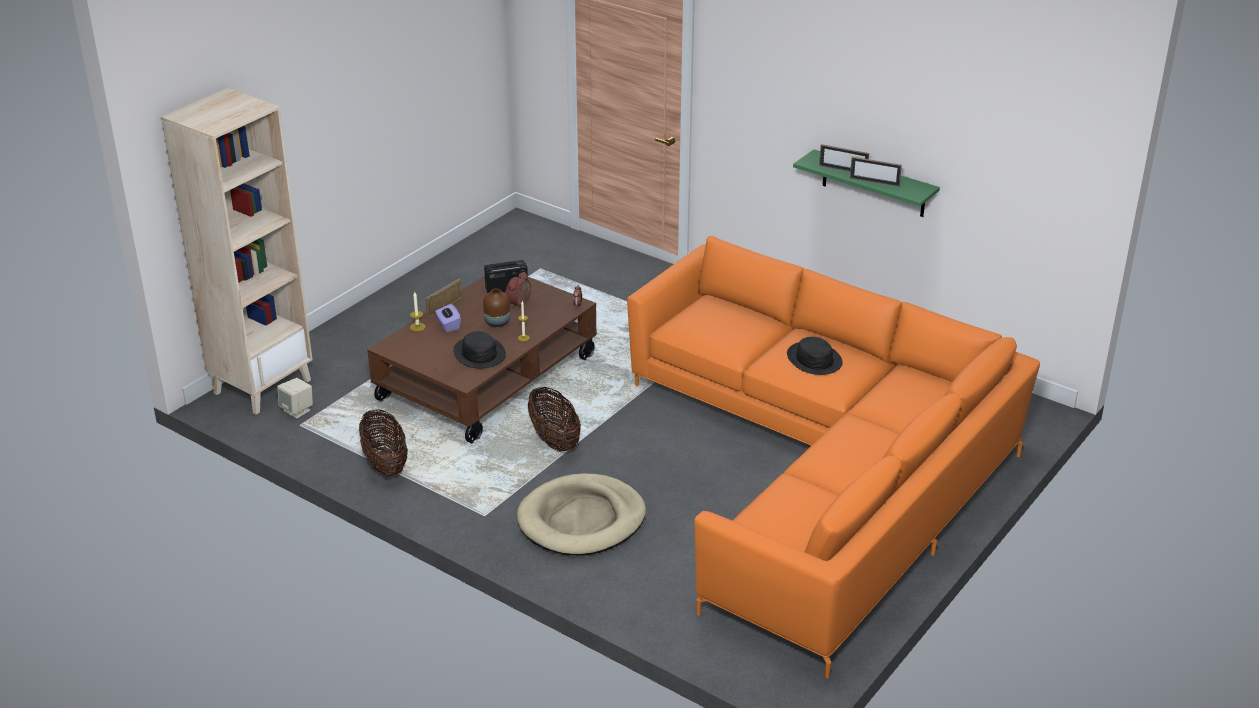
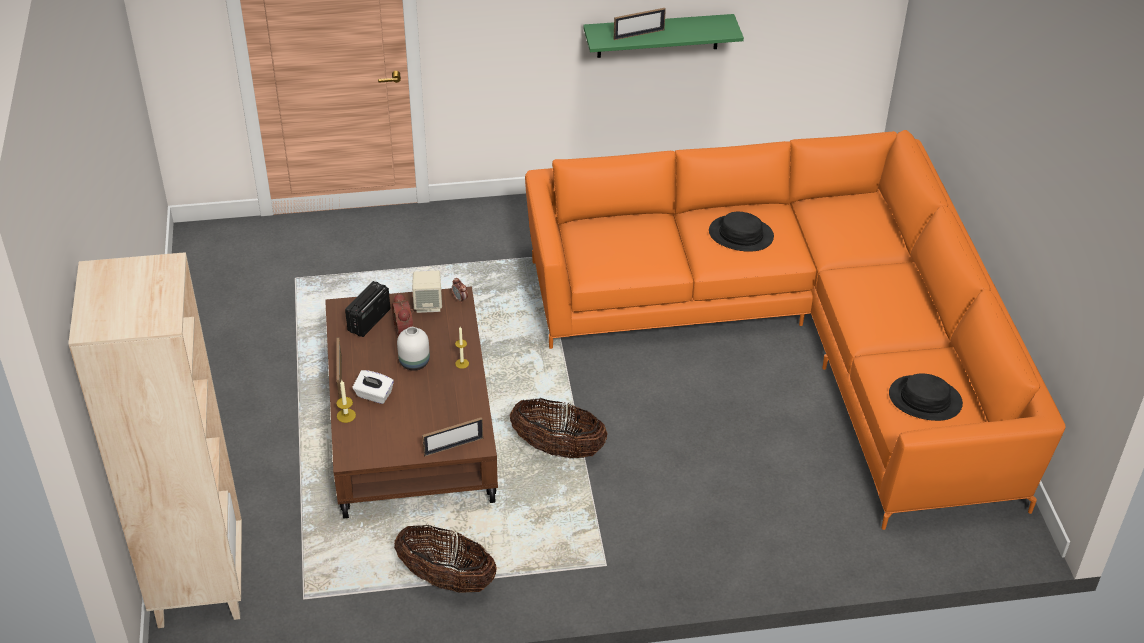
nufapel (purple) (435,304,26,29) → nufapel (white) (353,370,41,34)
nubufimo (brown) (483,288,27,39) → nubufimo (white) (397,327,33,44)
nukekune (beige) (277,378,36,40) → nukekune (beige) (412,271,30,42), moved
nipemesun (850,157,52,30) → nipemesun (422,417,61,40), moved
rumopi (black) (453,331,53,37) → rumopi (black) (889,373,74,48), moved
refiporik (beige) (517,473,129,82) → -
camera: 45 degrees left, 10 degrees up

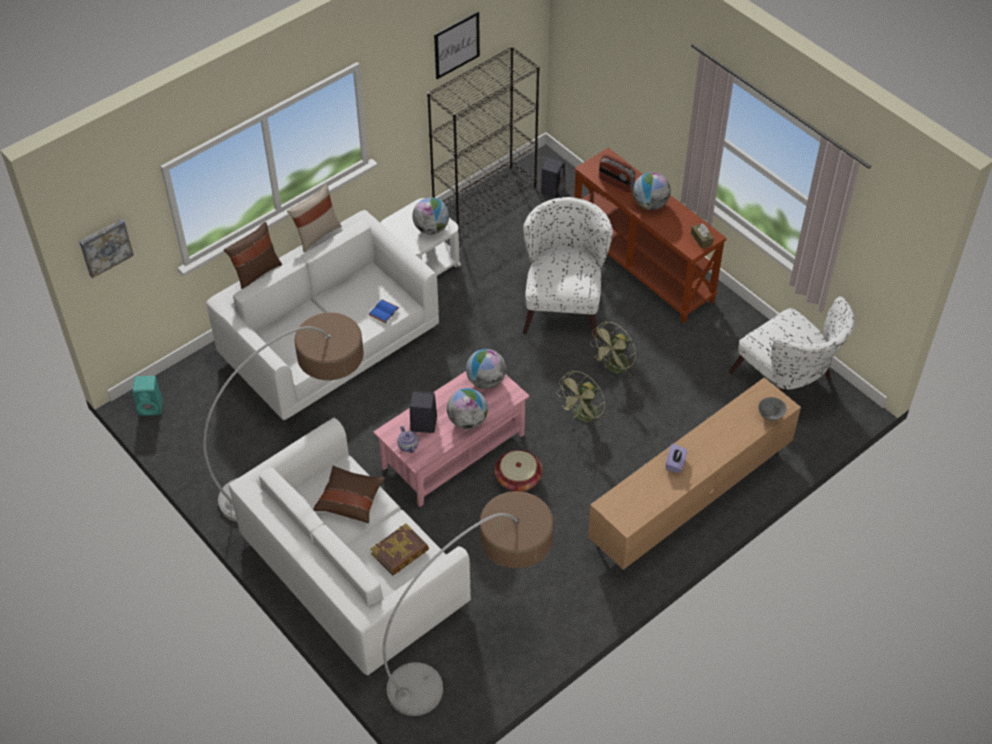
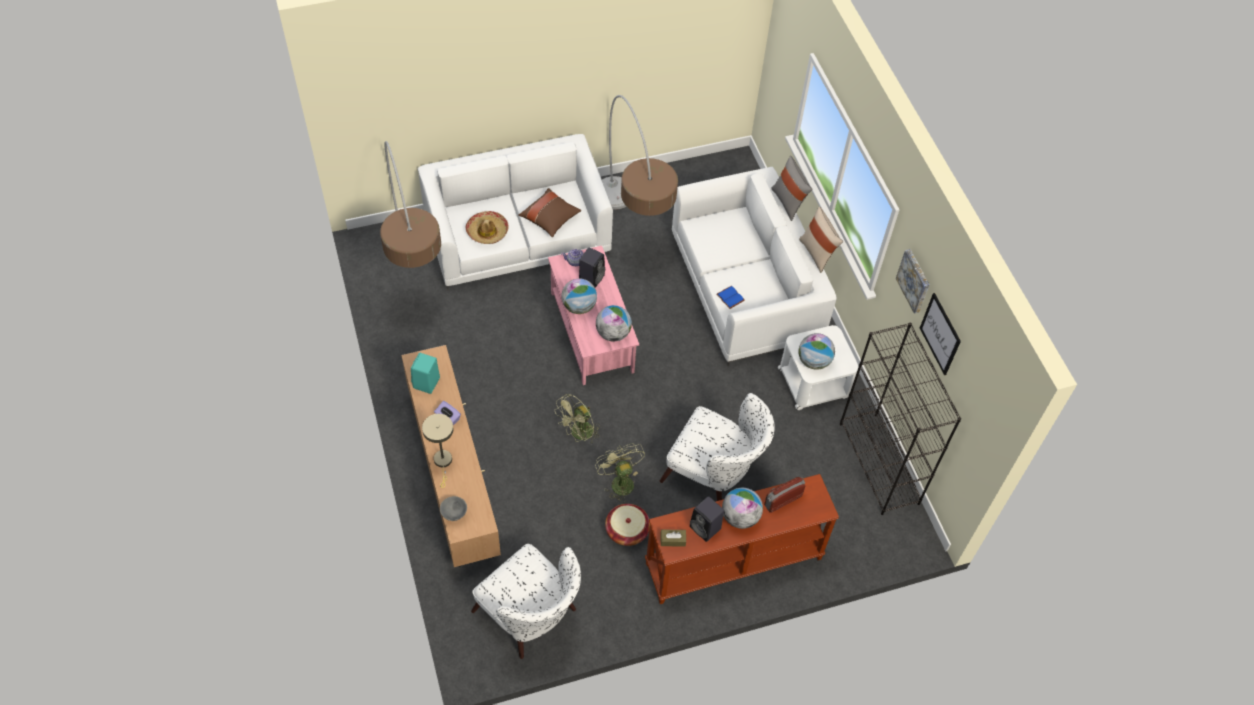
nukekune (turquoise) (133,376,30,40) → nukekune (turquoise) (411,353,29,41), moved
- → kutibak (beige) (422,414,31,74)
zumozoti (370,523,59,53) → rumopi (466,211,43,33)
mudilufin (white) (729,296,126,98) → mudilufin (white) (471,544,110,115), 120 degrees counterclockwise
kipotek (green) (557,371,49,54) → kipotek (green) (554,394,46,49), 105 degrees counterclockwise
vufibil (495,450,47,42) → vufibil (605,504,45,42), moved
nukekune (black) (541,158,25,40) → nukekune (black) (690,496,34,46), moved
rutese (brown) (224,222,58,67) → rutese (grey) (771,156,42,65)
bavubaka (79,219,55,59) → bavubaka (896,249,34,65), moved
camera: 110 degrees right, 5 degrees up

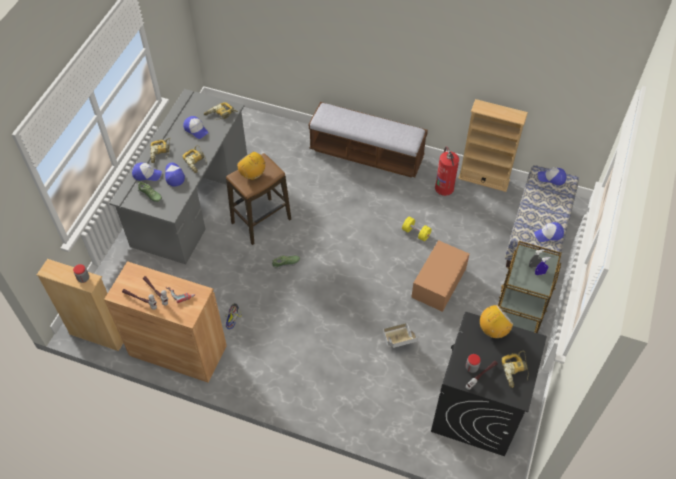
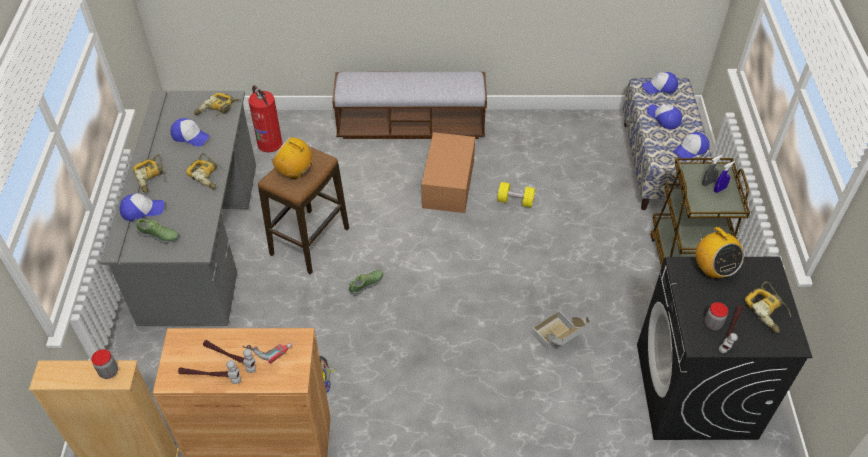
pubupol (435,146,24,50) → pubupol (248,85,35,67), moved
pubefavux (411,240,58,72) → pubefavux (422,132,53,81), moved
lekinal (165,163,20,24) → lekinal (647,104,35,25), moved
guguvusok (480,305,33,33) → guguvusok (695,227,49,52), 120 degrees clockwise
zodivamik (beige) (458,99,70,93) → -
camera: 20 degrees left, 5 degrees down

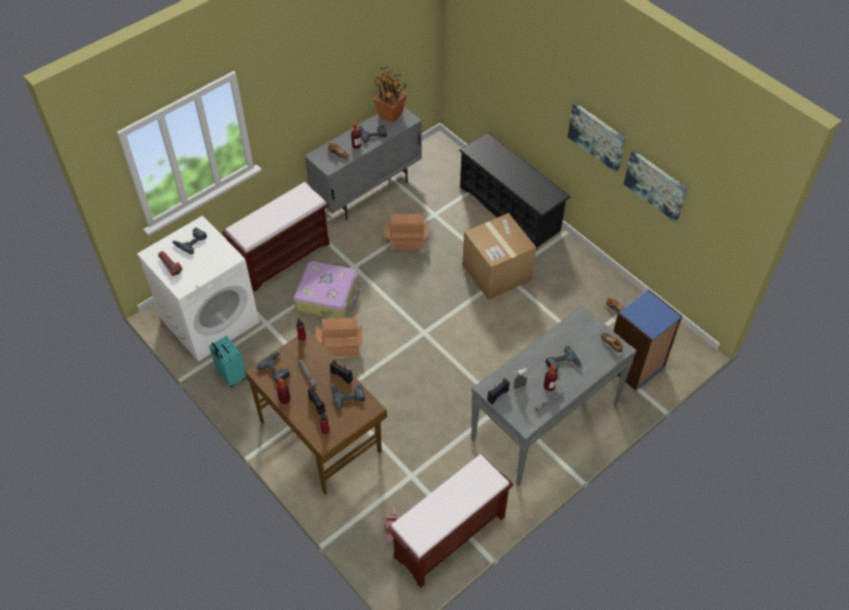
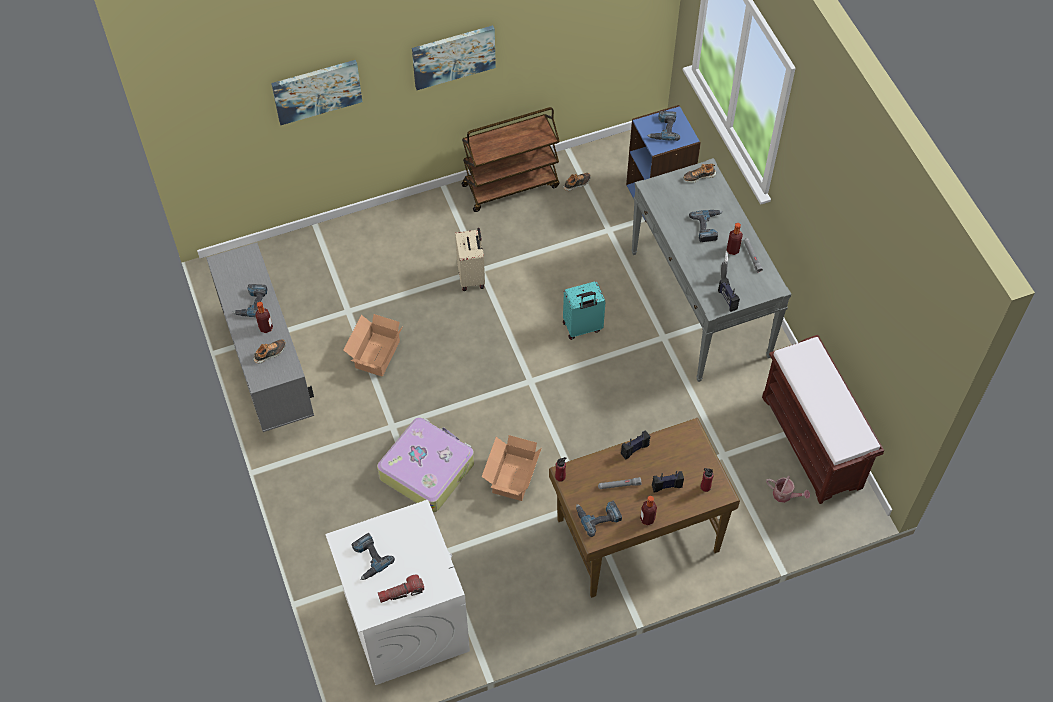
bavubaka (624,150,64,72) → bavubaka (271,60,91,65), moved
pubefavux (463,213,74,87) → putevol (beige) (455,228,30,63)
- → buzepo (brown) (461,107,99,105)
putevol (turquoise) (209,336,37,51) → putevol (turquoise) (563,281,42,59), moved
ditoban (332,384,33,25) → ditoban (647,111,33,30), moved
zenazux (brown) (222,181,107,111) → -
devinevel (373,67,34,56) → -
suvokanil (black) (459,132,112,118) → -
camera: 70 degrees left, 5 degrees up

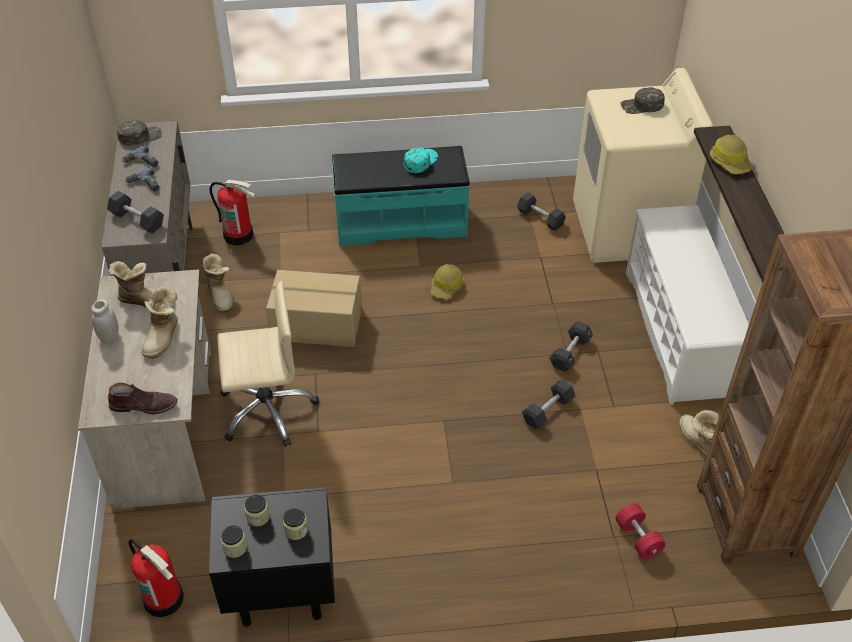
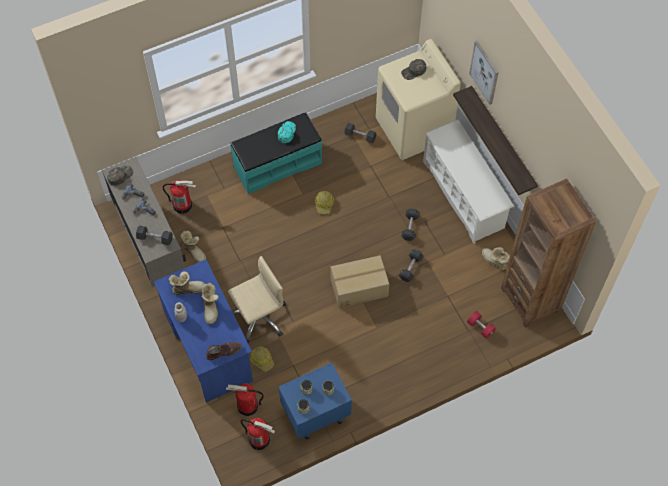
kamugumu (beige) (78,269,133,240) → kamugumu (blue) (154,259,99,144)
- → pubupol (226,384,38,32)
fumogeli (710,135,42,39) → fumogeli (250,346,24,26), moved
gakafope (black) (209,487,126,140) → gakafope (blue) (279,363,73,76)
pubefavux (266,270,96,77) → pubefavux (330,255,59,53), moved
- → bavubaka (469,41,30,64)
camera: 20 degrees left, 15 degrees up

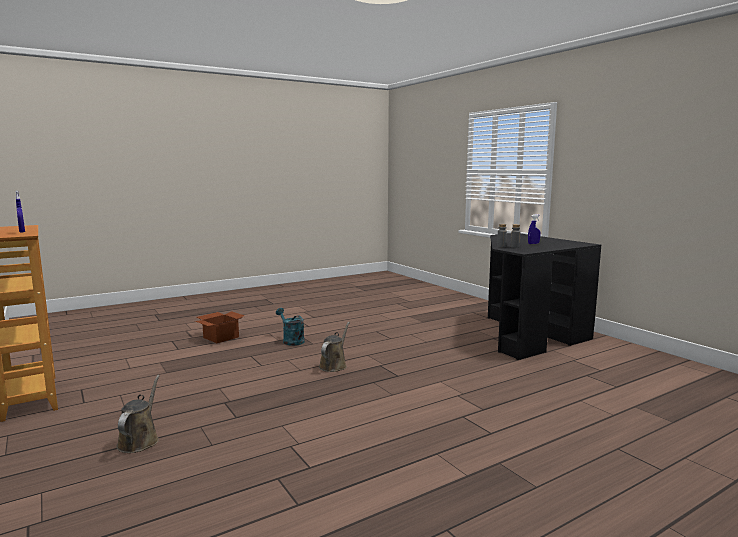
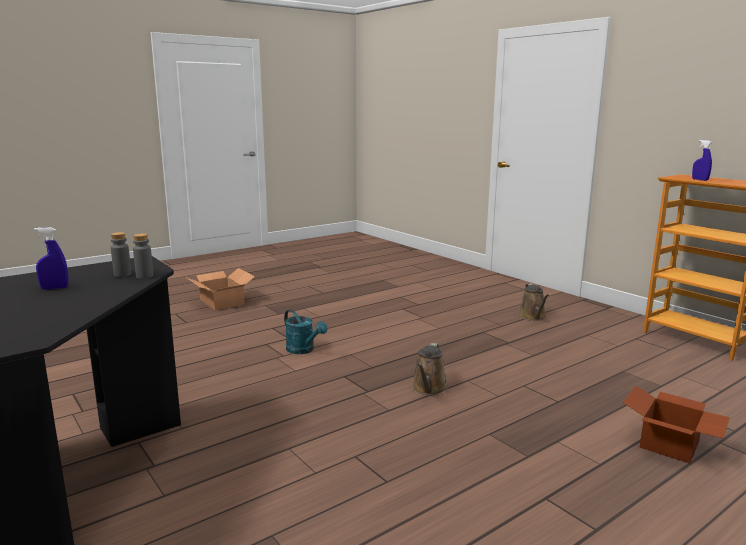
- → pubefavux (187,268,68,42)
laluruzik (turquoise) (276,308,29,38) → laluruzik (turquoise) (284,309,44,45), moved
camera: 175 degrees right, 5 degrees up

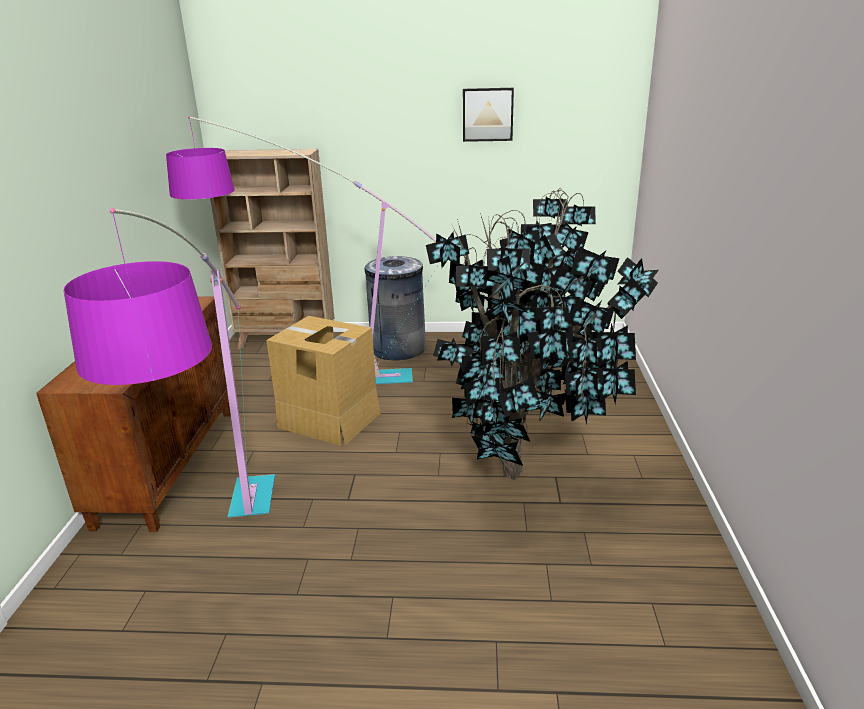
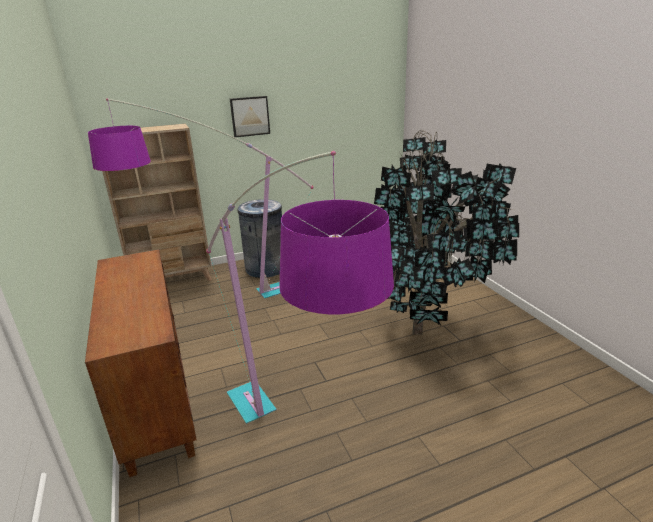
bavubaka (463,88,51,54) → bavubaka (230,96,40,41), moved
pubefavux (266,316,114,130) → -
camera: 25 degrees left, 0 degrees up

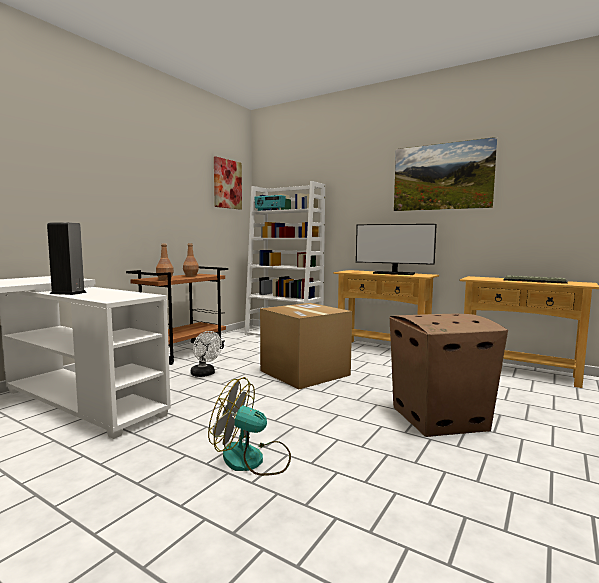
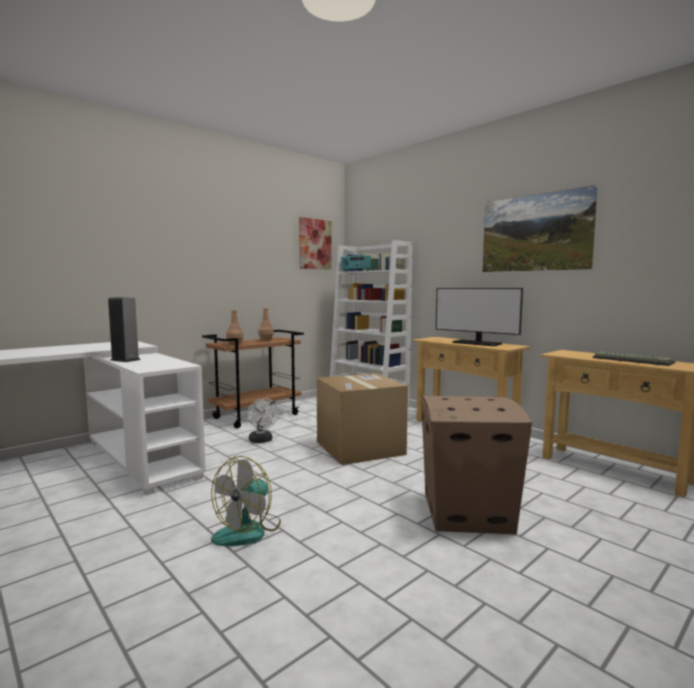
kipotek (208,377,83,99) → kipotek (211,456,70,90), 90 degrees counterclockwise
camera: 15 degrees right, 0 degrees up

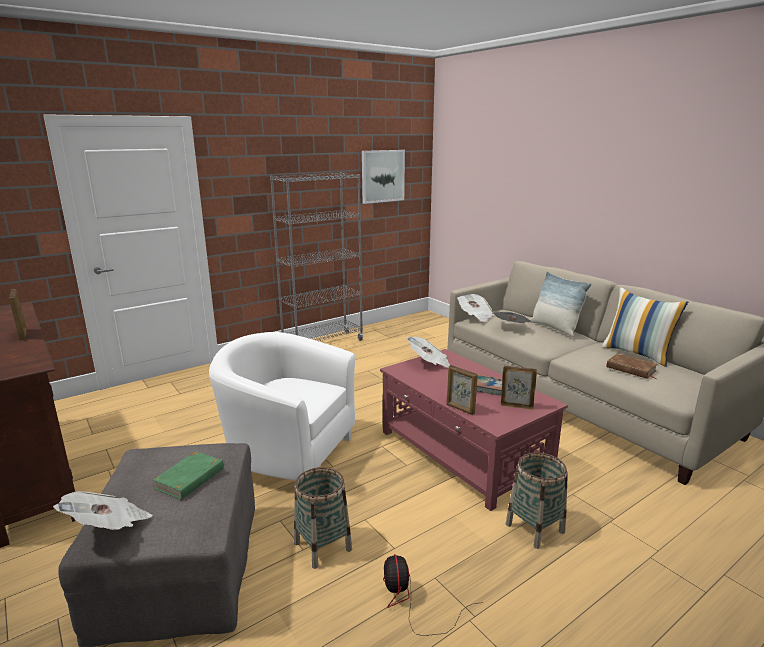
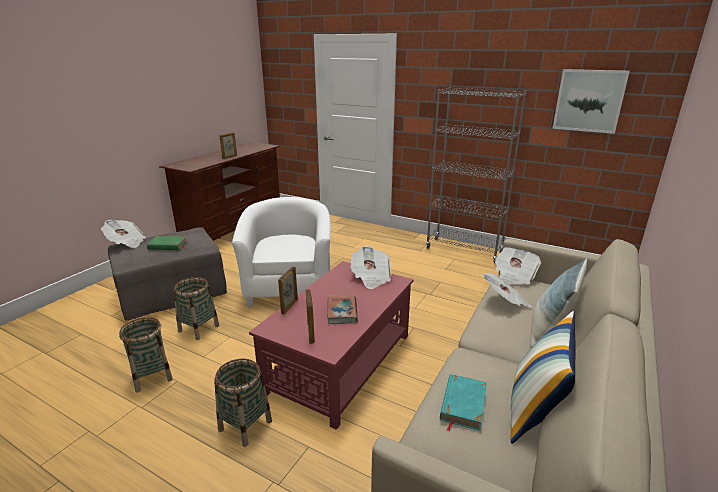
kipotek (383,554,100,82) → vufibil (119,317,54,76)
zumozoti (brown) (606,353,52,26) → zumozoti (turquoise) (440,374,47,57)
camera: 65 degrees right, 5 degrees up

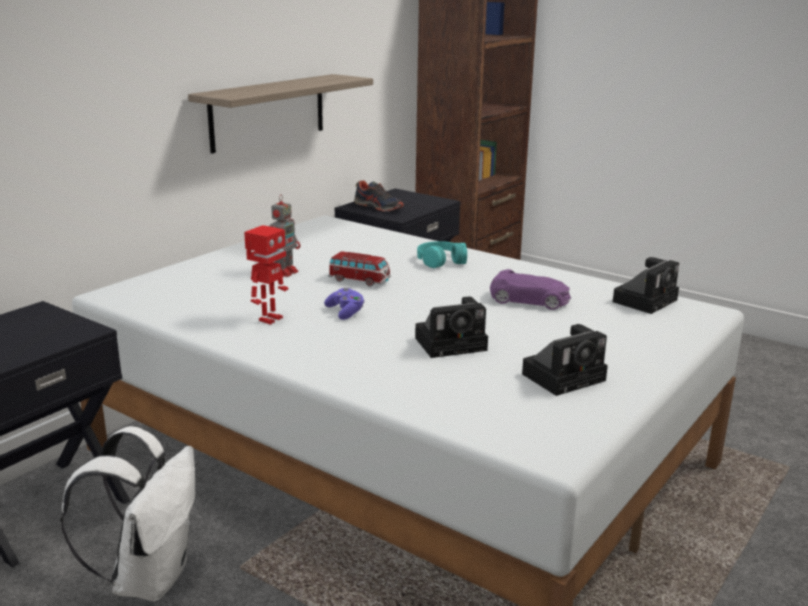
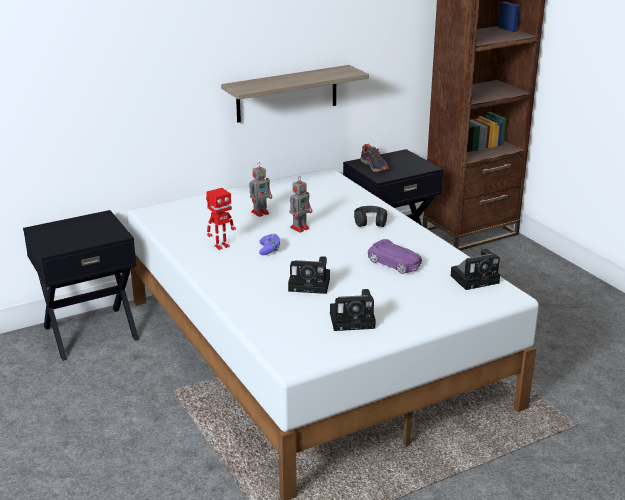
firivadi (328,251,63,36) → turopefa (290,176,22,57)
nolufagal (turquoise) (417,241,50,27) → nolufagal (black) (354,206,33,21)
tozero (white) (61,426,135,175) → -
camera: 25 degrees right, 5 degrees up

